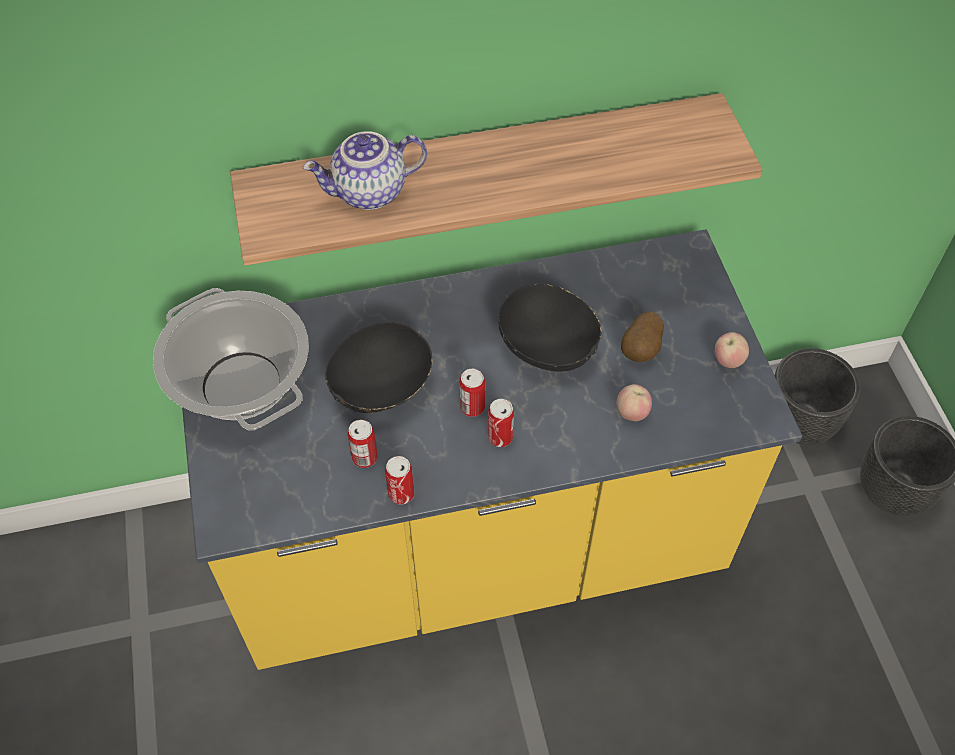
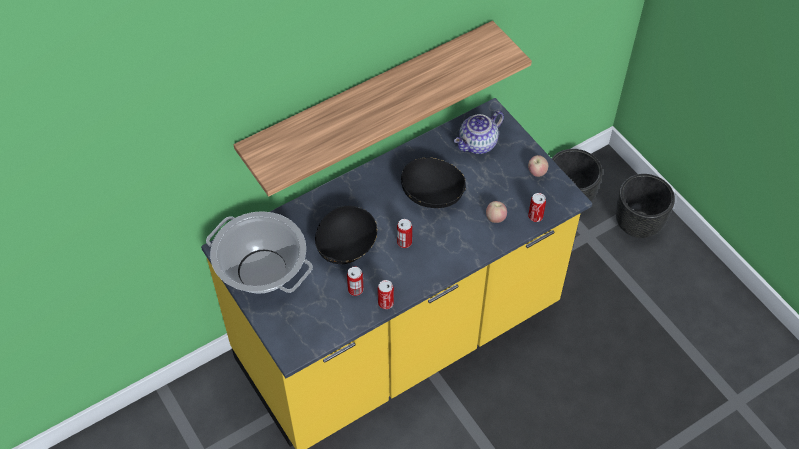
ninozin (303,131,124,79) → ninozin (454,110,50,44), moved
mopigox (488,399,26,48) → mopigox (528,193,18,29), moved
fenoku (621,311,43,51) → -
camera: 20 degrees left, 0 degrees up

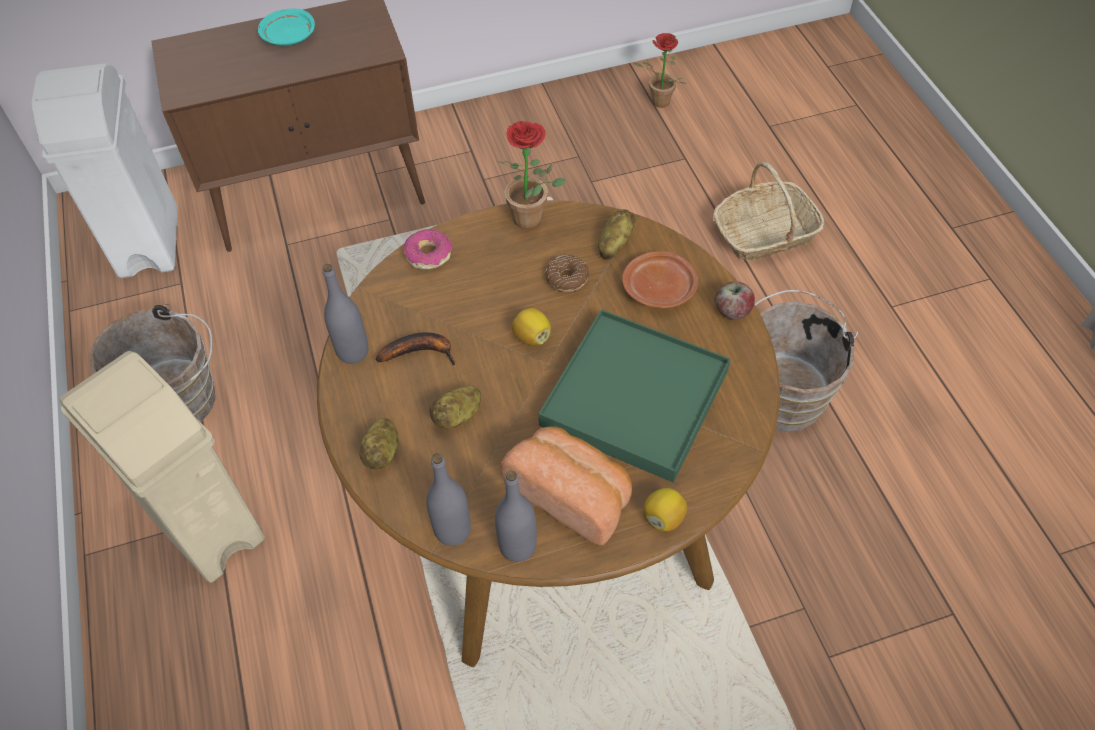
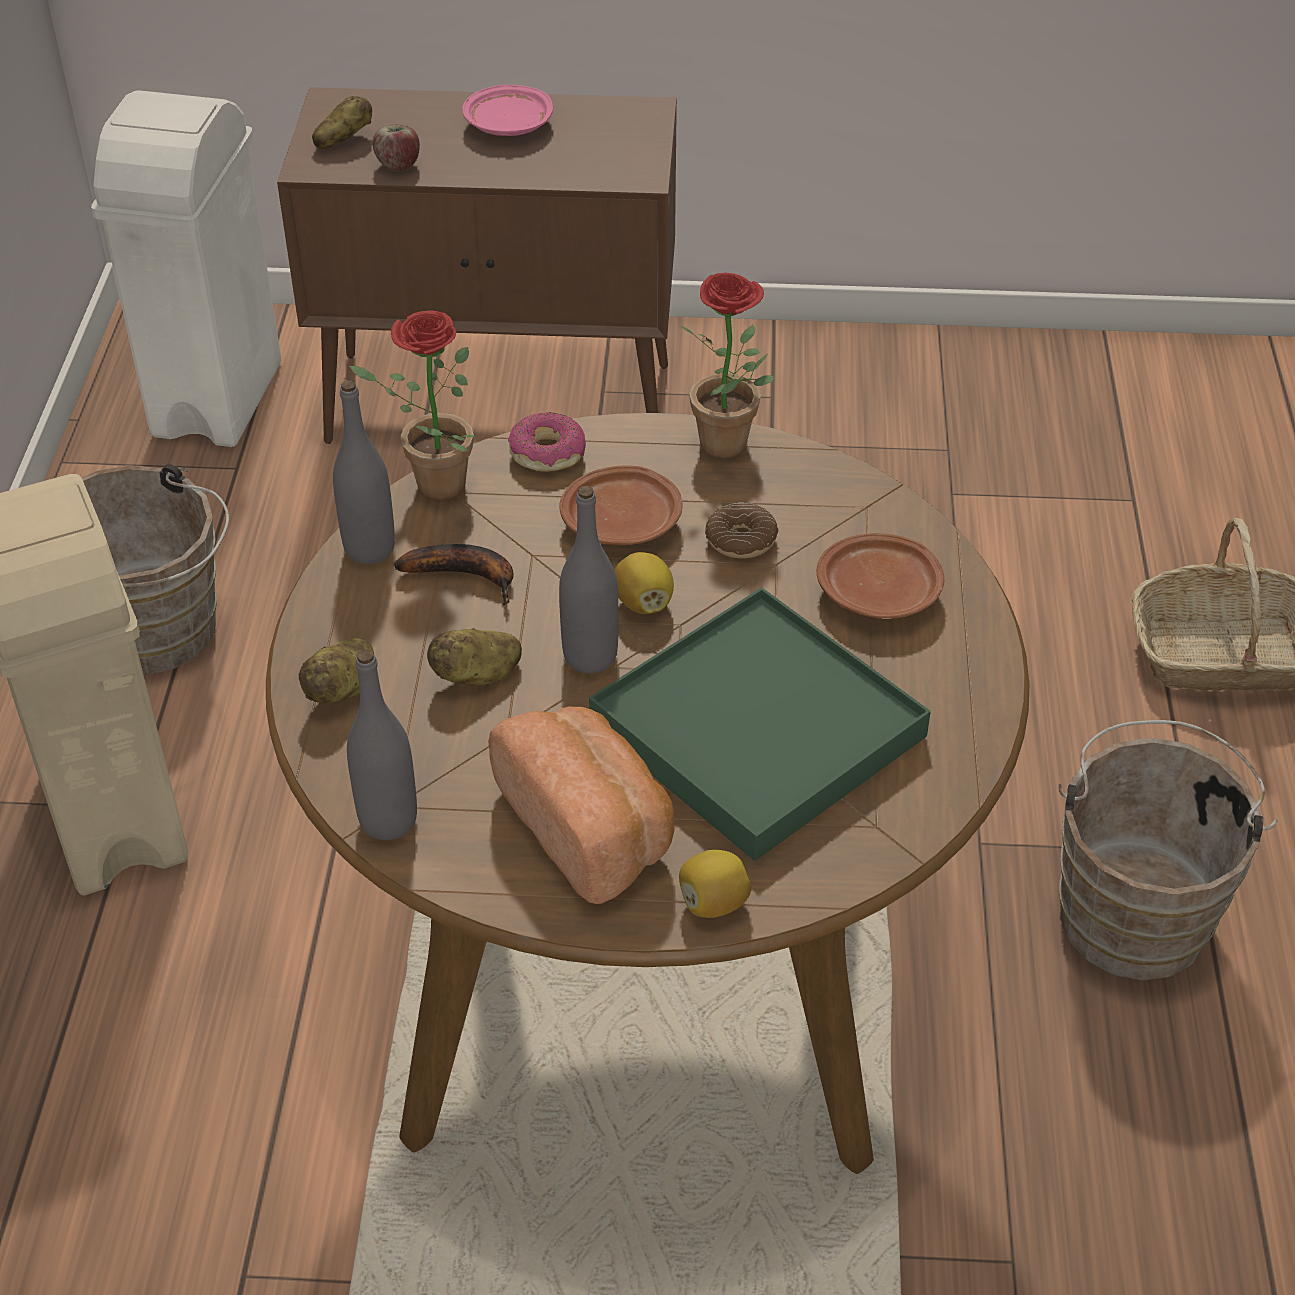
fenoku (598,209,38,51) → fenoku (312,96,60,53), moved
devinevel (633,33,54,75) → devinevel (349,310,128,190), moved
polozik (715,281,40,39) → polozik (373,124,47,47), moved
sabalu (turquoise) (258,9,57,37) → sabalu (pink) (462,85,91,51)
- → sabalu (brown) (559,466,124,79)
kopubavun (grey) (495,470,42,92) → kopubavun (grey) (559,486,59,187), moved
camera: 20 degrees right, 10 degrees down

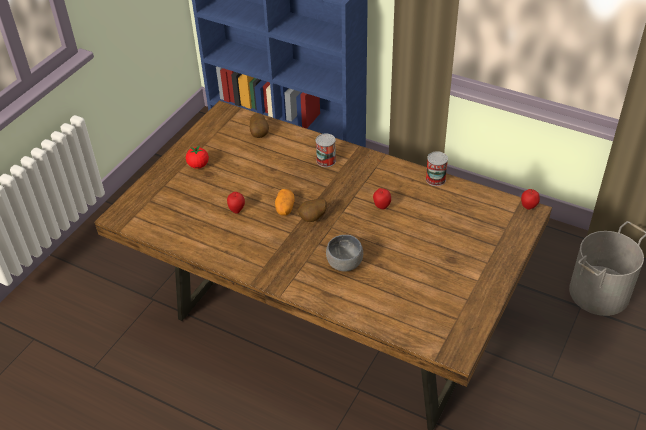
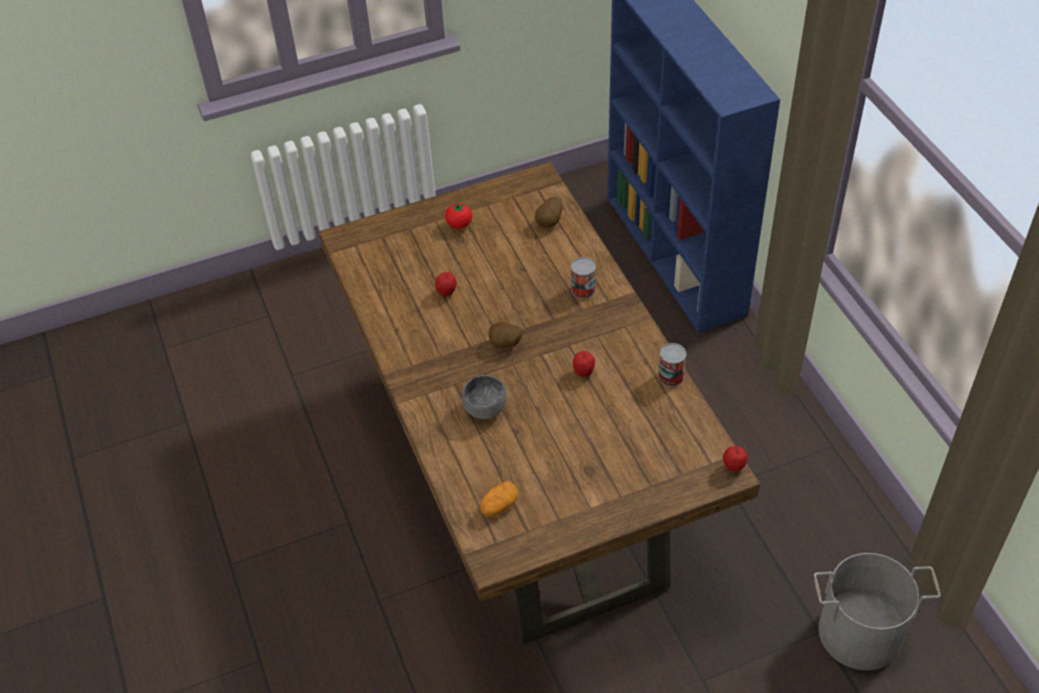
fenoku (275,189,20,26) → fenoku (480,481,38,36), moved
camera: 40 degrees right, 5 degrees up

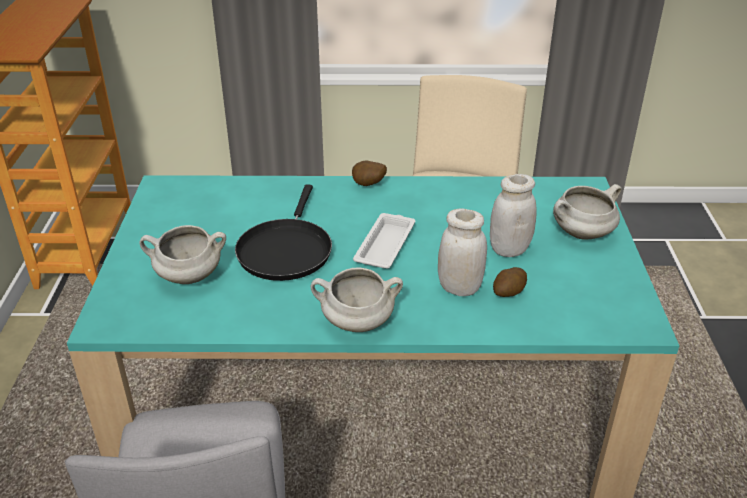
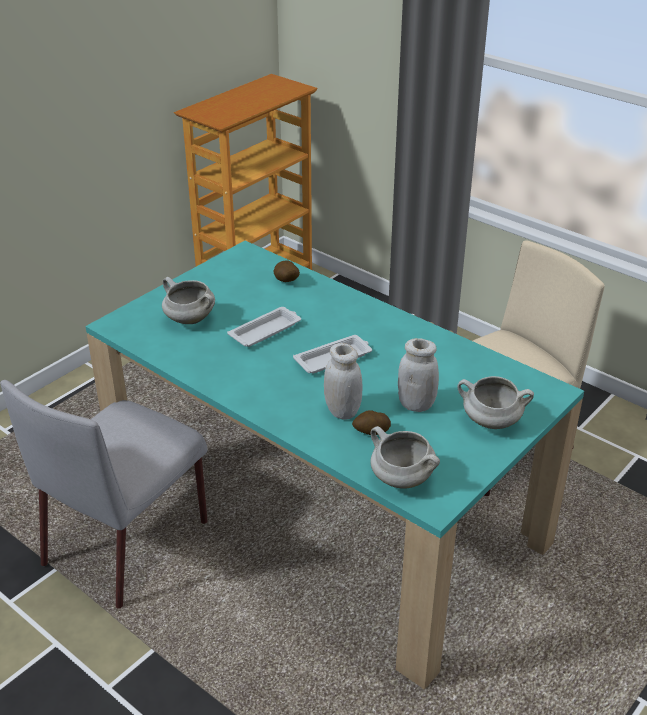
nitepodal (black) (235,184,97,97) → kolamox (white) (227,307,74,40)
fenoku (352,160,35,26) → fenoku (274,261,26,21), moved
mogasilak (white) (311,268,92,64) → mogasilak (white) (370,426,70,63), moved
camera: 40 degrees right, 0 degrees up

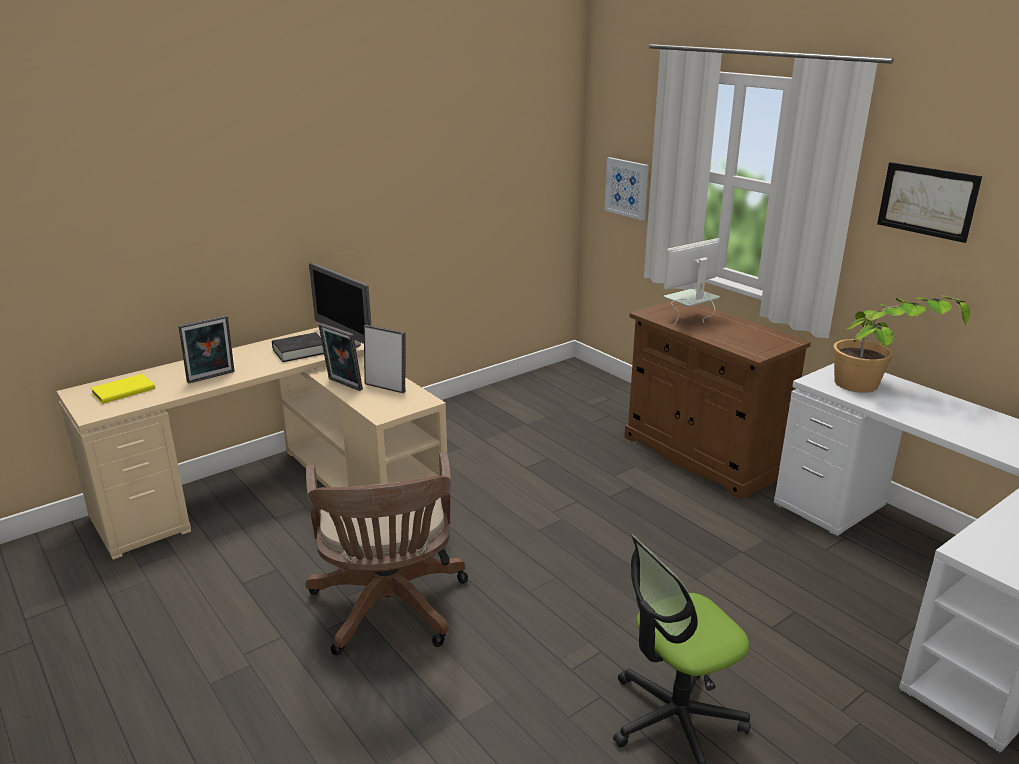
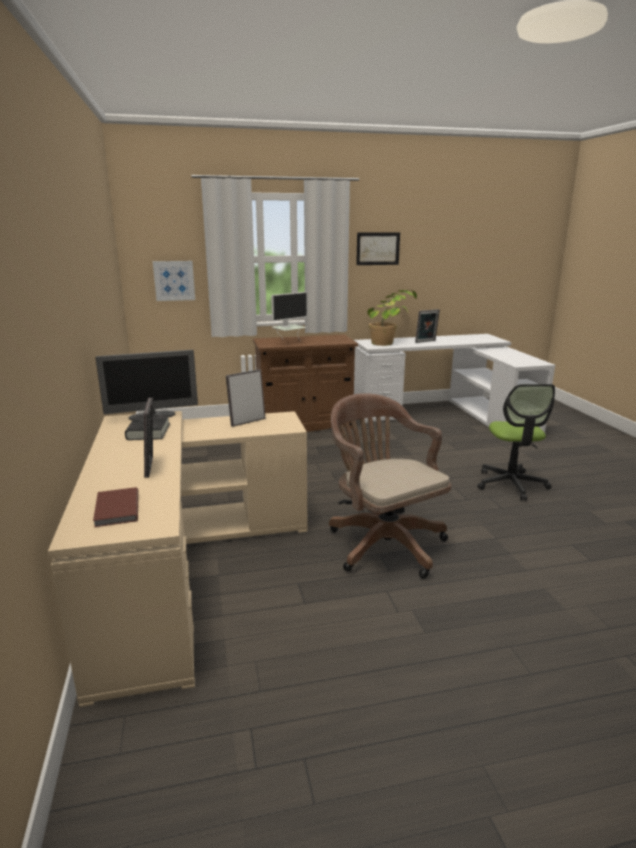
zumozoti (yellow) (91,374,64,30) → zumozoti (brown) (93,487,45,40)
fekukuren (664,238,56,87) → fekukuren (271,292,37,49), 120 degrees counterclockwise
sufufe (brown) (306,452,162,203) → sufufe (brown) (329,393,122,186), 135 degrees counterclockwise
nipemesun (318,323,45,68) → nipemesun (415,309,25,34), moved
camera: 65 degrees left, 5 degrees down

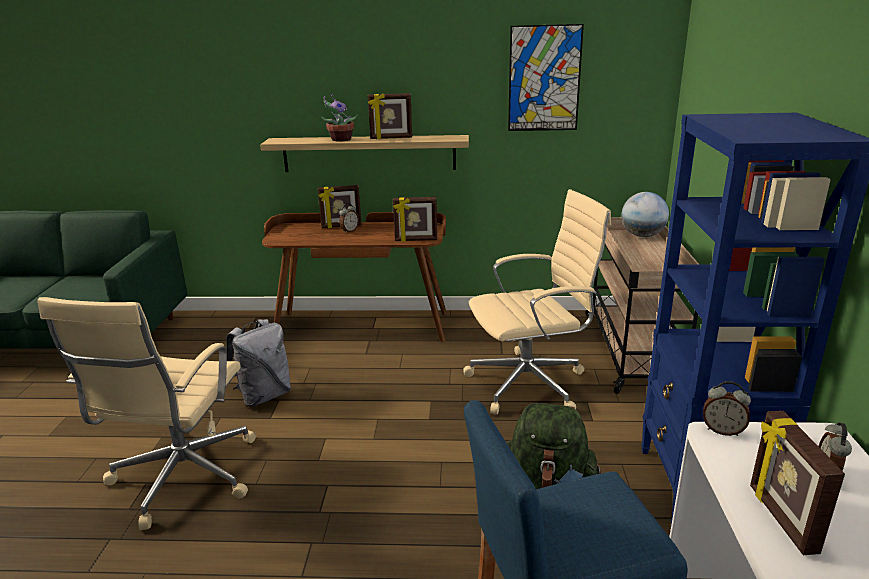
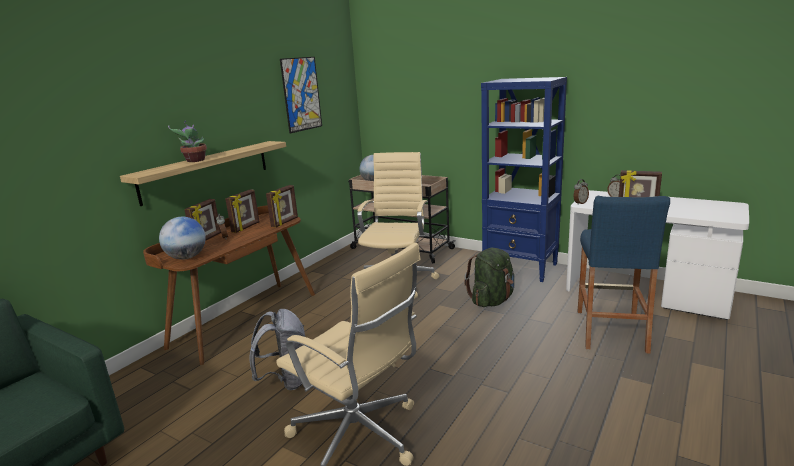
- → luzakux (159,217,47,43)
nipemesun (368,93,44,46) → nipemesun (225,189,35,44), moved
camera: 60 degrees left, 5 degrees down

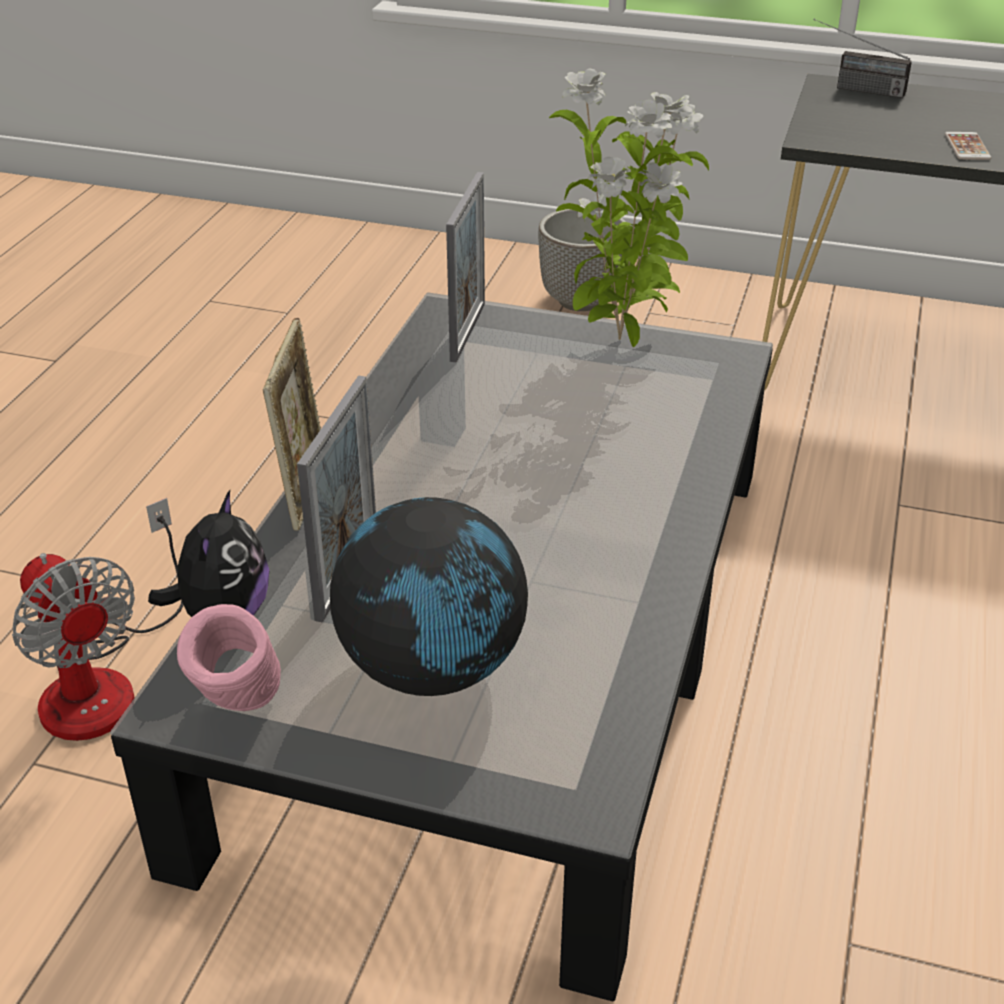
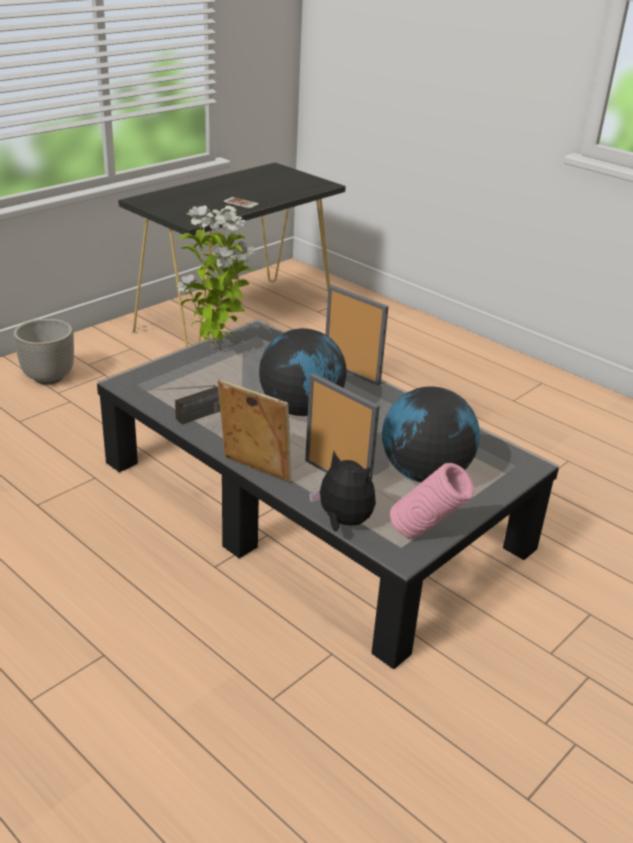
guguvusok (814,19,98,79) → guguvusok (151,385,69,39), moved
- → luzakux (259,328,88,88)
nipemesun (446,172,39,190) → nipemesun (325,285,64,101), moved
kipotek (12,498,171,243) → -
camera: 65 degrees left, 5 degrees down

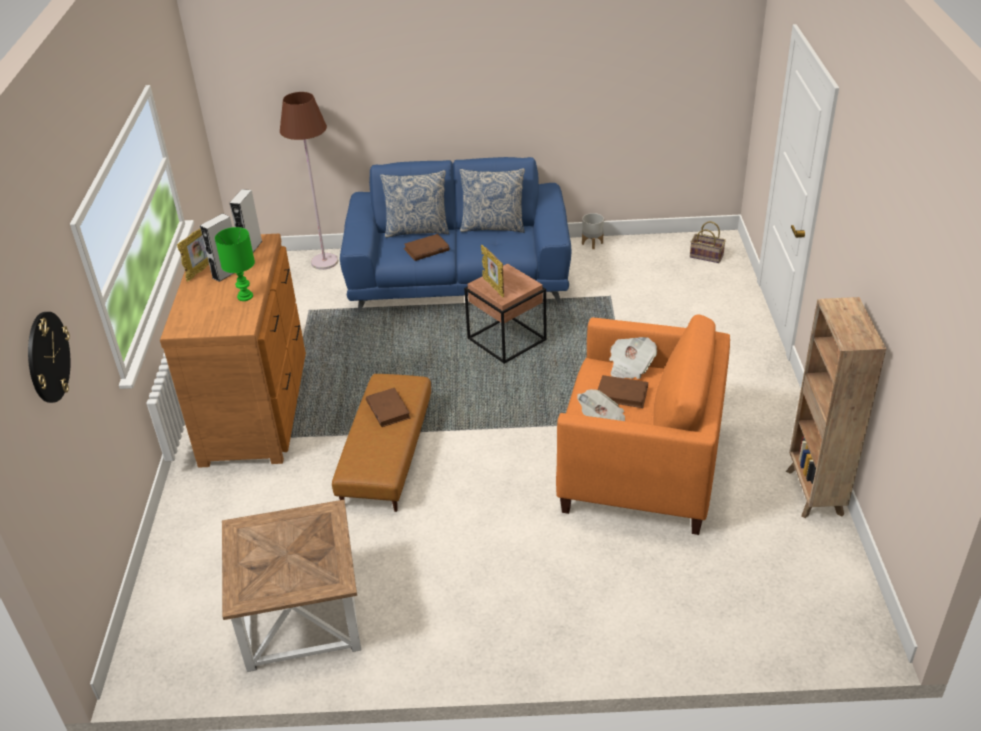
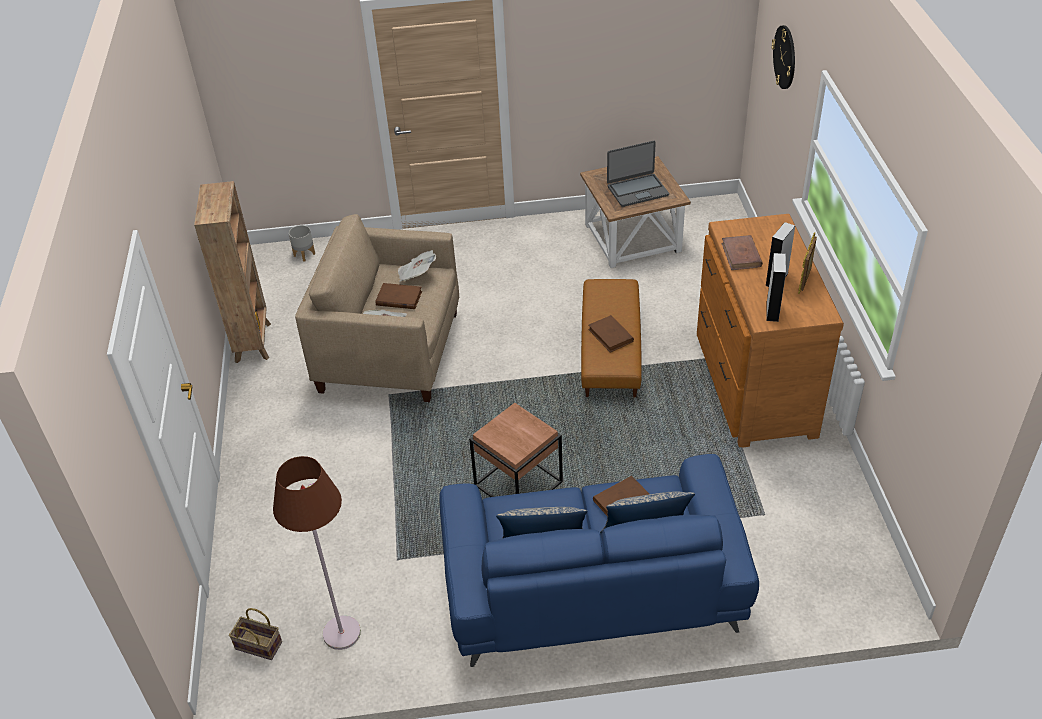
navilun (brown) (280,92,58,178) → navilun (brown) (273,456,88,194), moved
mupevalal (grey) (582,213,22,36) → mupevalal (grey) (289,225,26,37), moved
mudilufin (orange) (556,314,174,221) → mudilufin (beige) (295,214,164,188)
- → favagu (607,141,62,66)
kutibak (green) (215,227,40,74) → zumozoti (brown) (721,235,42,35)
nipemesun (481,245,23,53) → -
camera: 175 degrees right, 5 degrees up

